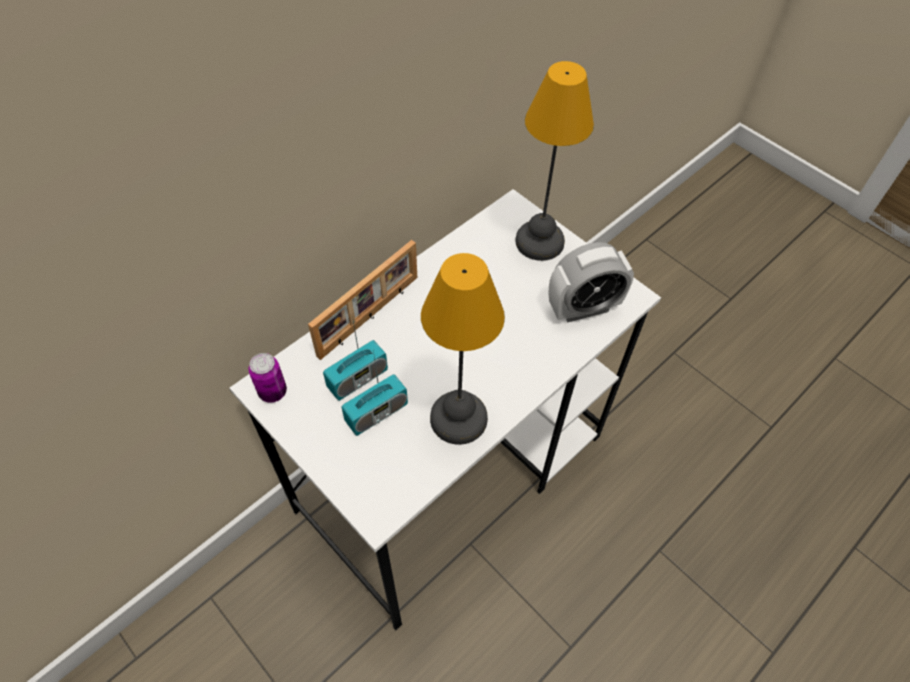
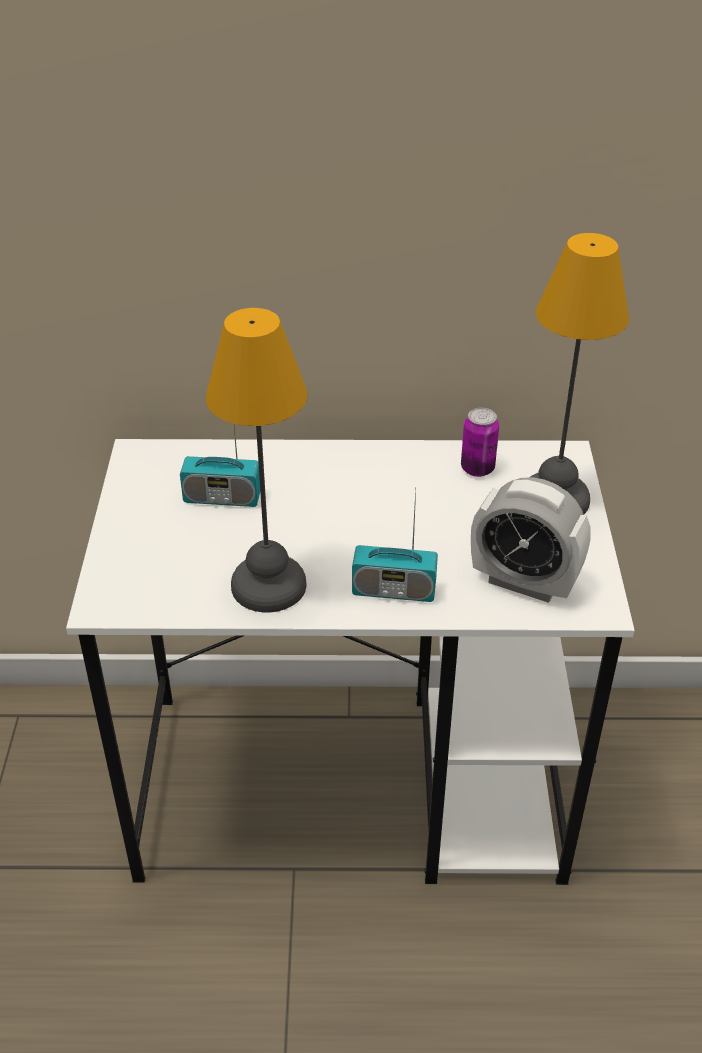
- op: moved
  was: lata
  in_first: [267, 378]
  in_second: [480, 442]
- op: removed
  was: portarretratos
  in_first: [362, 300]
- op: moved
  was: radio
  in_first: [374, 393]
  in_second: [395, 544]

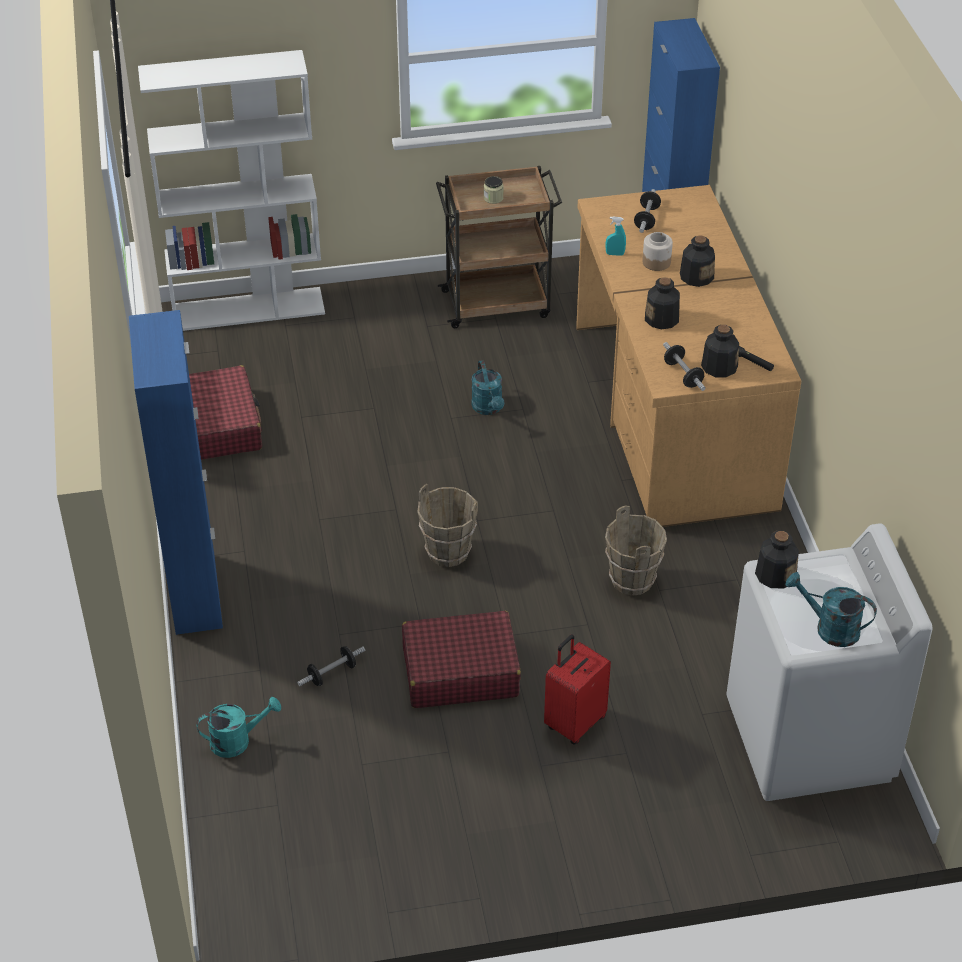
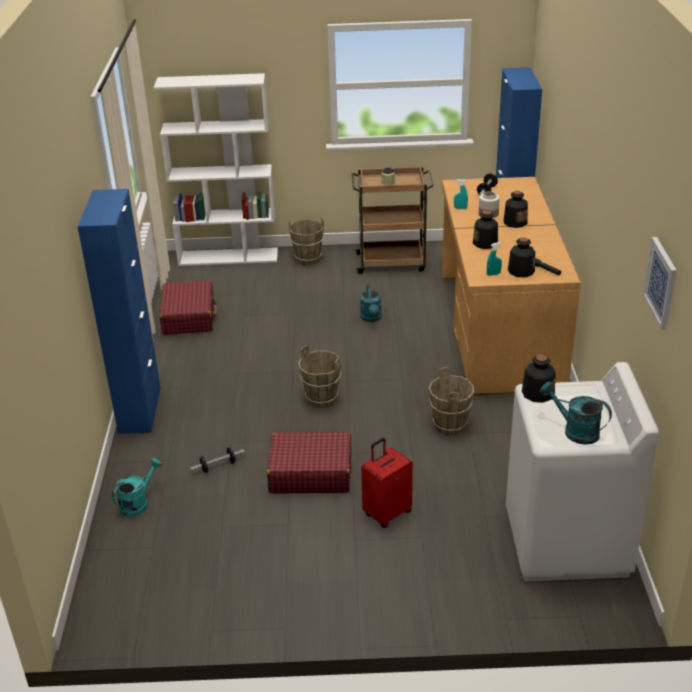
- op: turned
  was: regadera (turquesa)
  in_first: [238, 727]
  in_second: [137, 487]
  clockwise: -45
- op: replaced
  was: mancuerna
  now: pulverizador (turquesa)
  in_first: [684, 366]
  in_second: [494, 259]
- op: added
  now: cubo (marrón)
  in_second: [306, 241]
- op: added
  now: cuadro
  in_second: [660, 283]

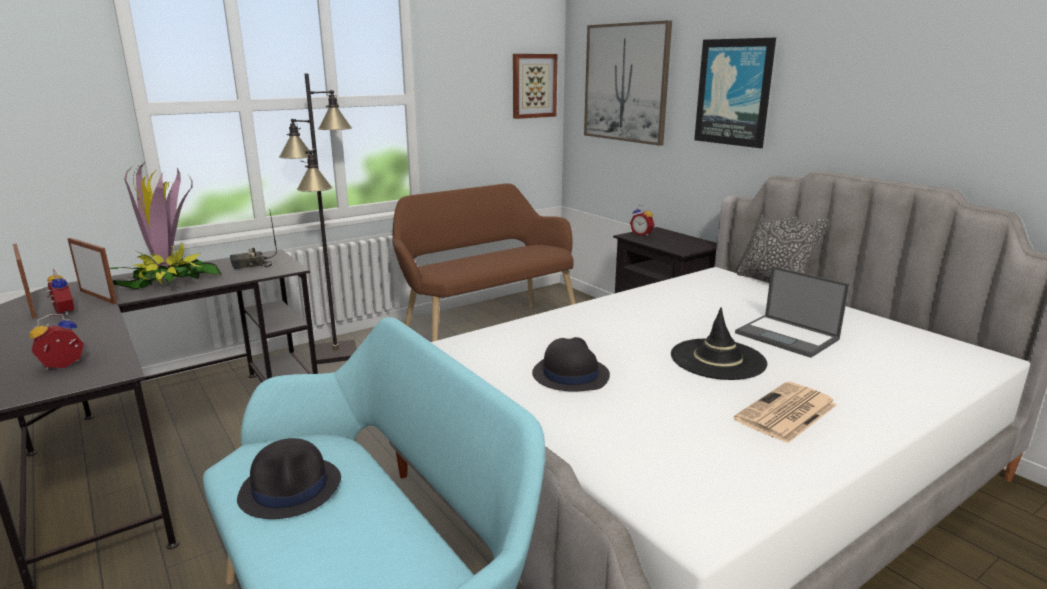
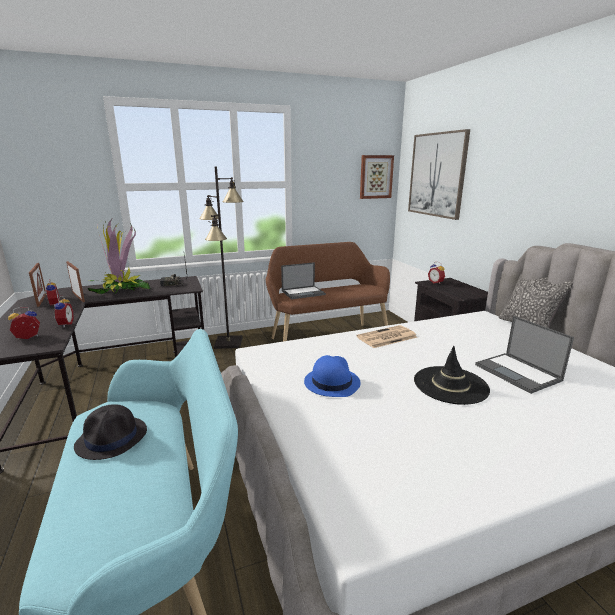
- op: recoloured
  was: sombrero (negro)
  now: sombrero (azul)
  in_first: [571, 364]
  in_second: [332, 376]
- op: removed
  was: cuadro
  in_first: [735, 93]
- op: moved
  was: periódico
  in_first: [785, 413]
  in_second: [387, 336]
- op: added
  now: despertador
  in_second: [63, 312]
- op: added
  now: portátil
  in_second: [303, 280]

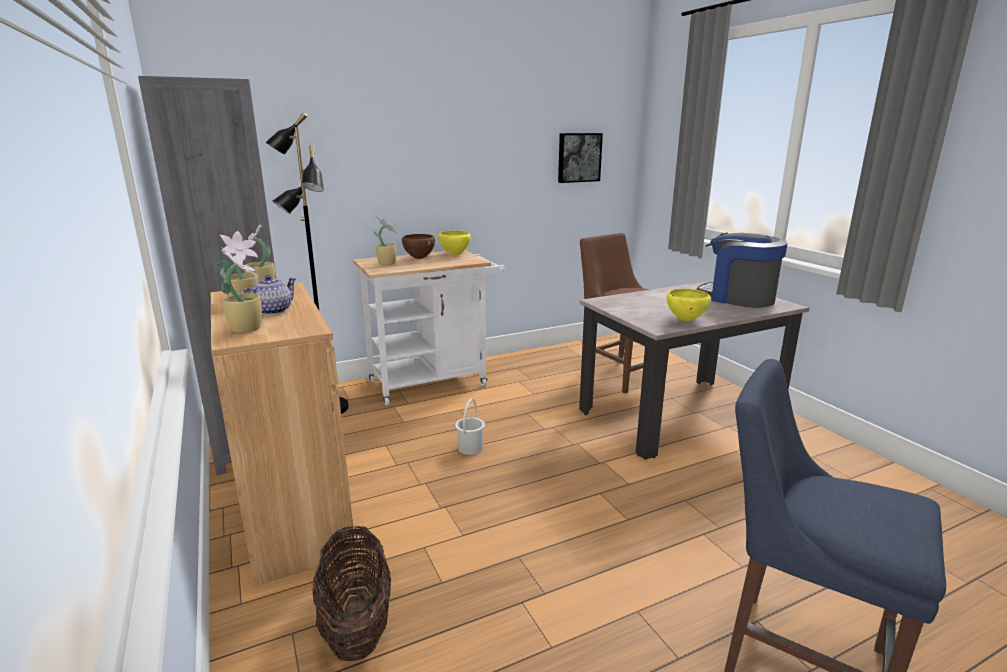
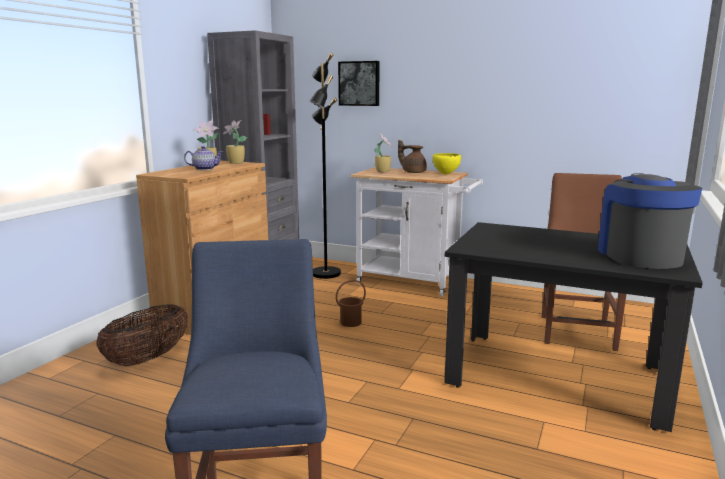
- op: removed
  was: planta en maceta
  in_first: [241, 290]
- op: replaced
  was: cuenco (marrón)
  now: tetera (marrón)
  in_first: [418, 246]
  in_second: [412, 156]
- op: recoloured
  was: cubo (blanco)
  now: cubo (marrón)
  in_first: [470, 426]
  in_second: [351, 303]
- op: moved
  was: cuadro
  in_first: [580, 158]
  in_second: [359, 83]
- op: recoloured
  was: mesa de comedor (beis)
  now: mesa de comedor (negro)
  in_first: [694, 370]
  in_second: [573, 327]
- op: removed
  was: cuenco (amarillo)
  in_first: [689, 305]

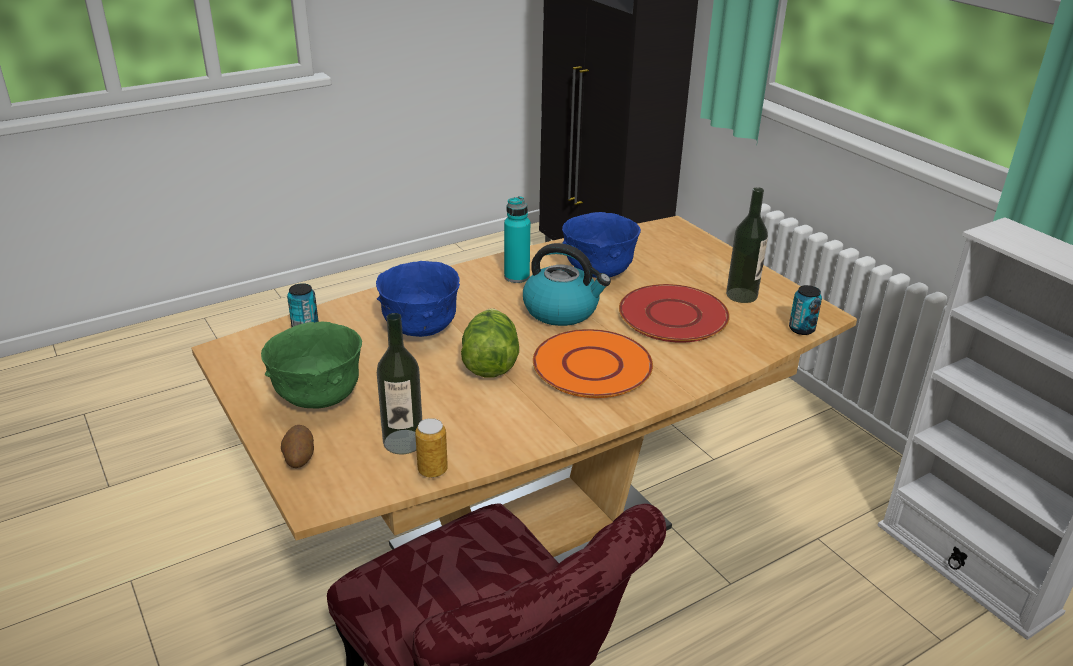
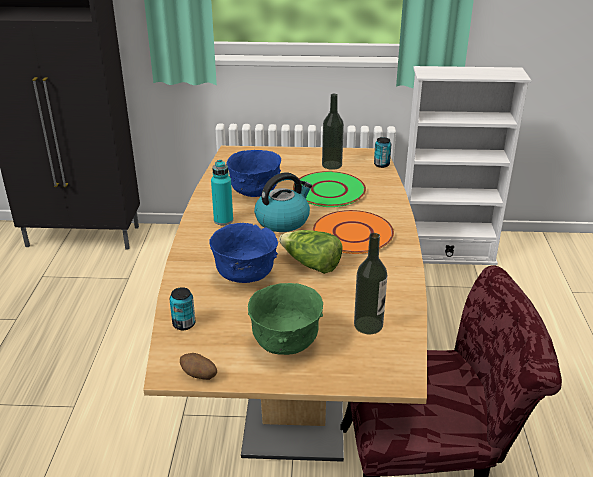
- op: moved
  was: patata
  in_first: [297, 446]
  in_second: [198, 366]
- op: removed
  was: lata
  in_first: [431, 448]
- op: recoloured
  was: plato (rojo)
  now: plato (verde)
  in_first: [674, 313]
  in_second: [329, 189]

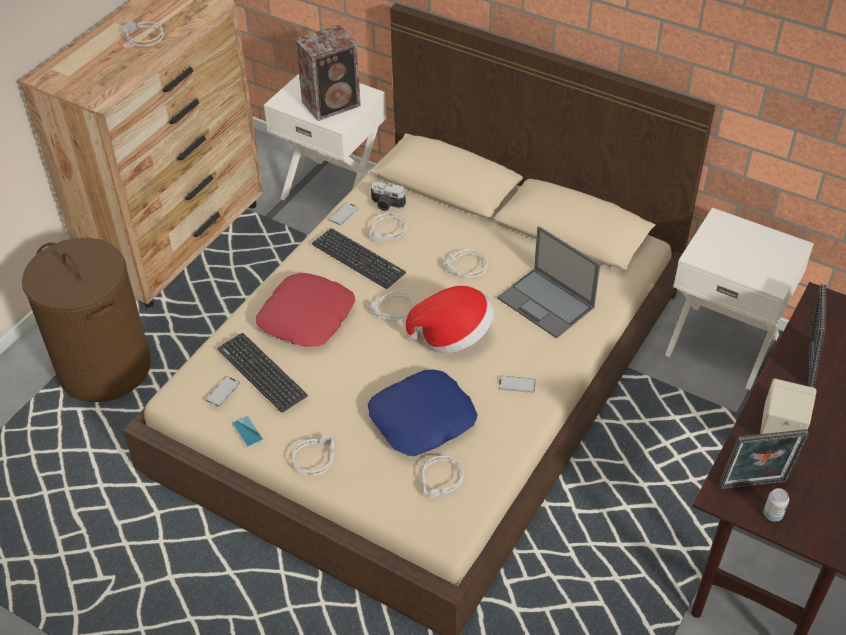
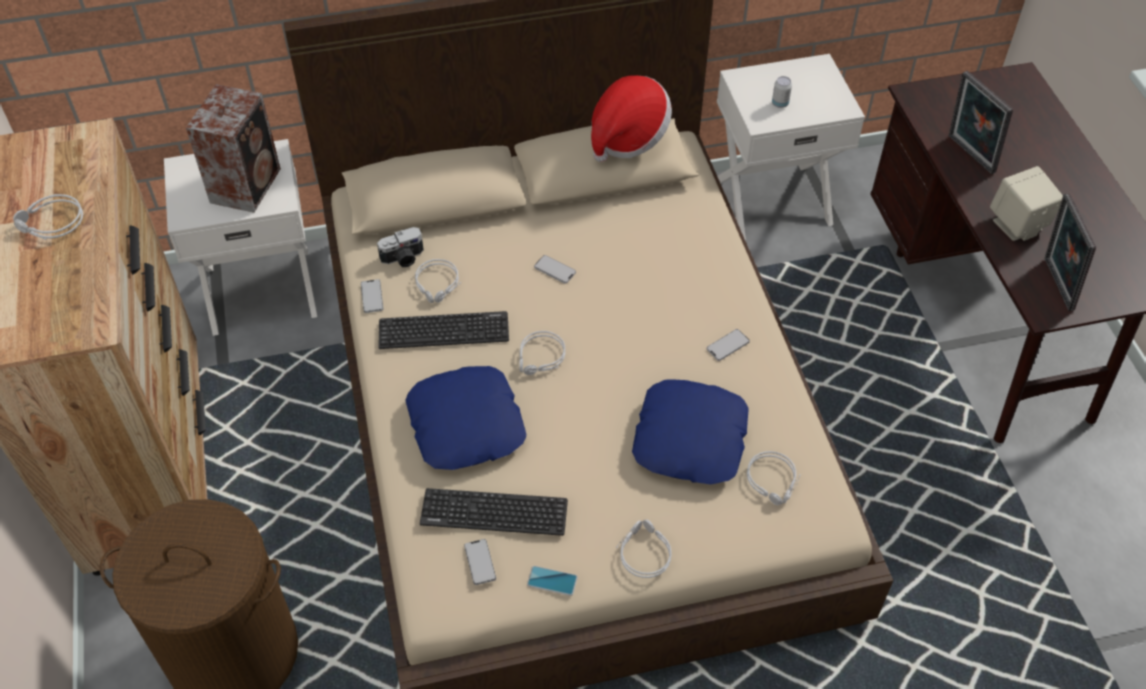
- op: recoloured
  was: cojín (rojo)
  now: cojín (azul)
  in_first: [305, 310]
  in_second: [465, 418]
- op: moved
  was: sombrero
  in_first: [450, 319]
  in_second: [631, 118]
- op: replaced
  was: auriculares (gris)
  now: móvil
  in_first: [466, 263]
  in_second: [555, 269]
- op: removed
  was: portátil
  in_first: [548, 282]
- op: turned
  was: portarretratos
  in_first: [764, 459]
  in_second: [1070, 252]
  clockwise: 135
- op: moved
  was: lata
  in_first: [776, 504]
  in_second: [782, 92]

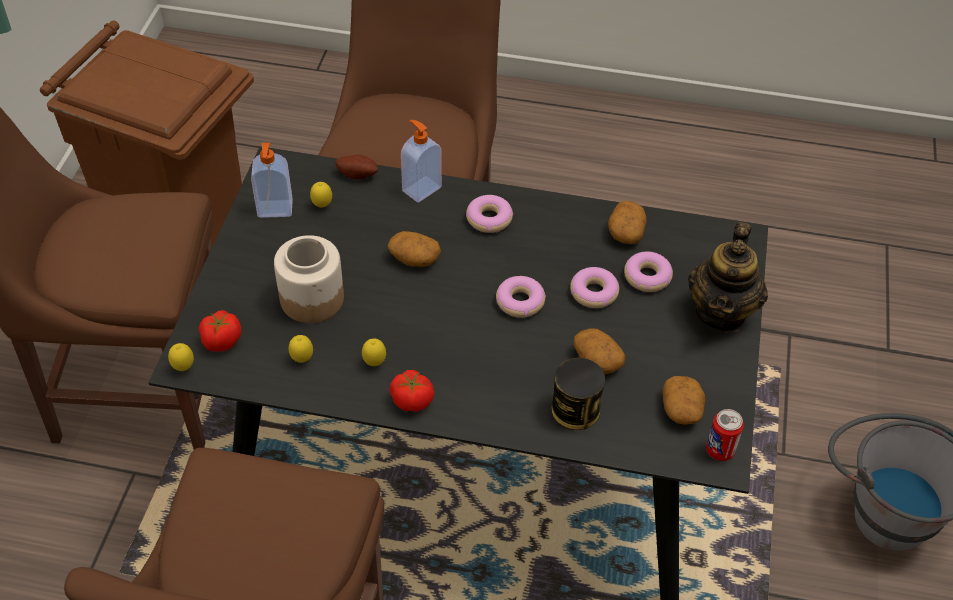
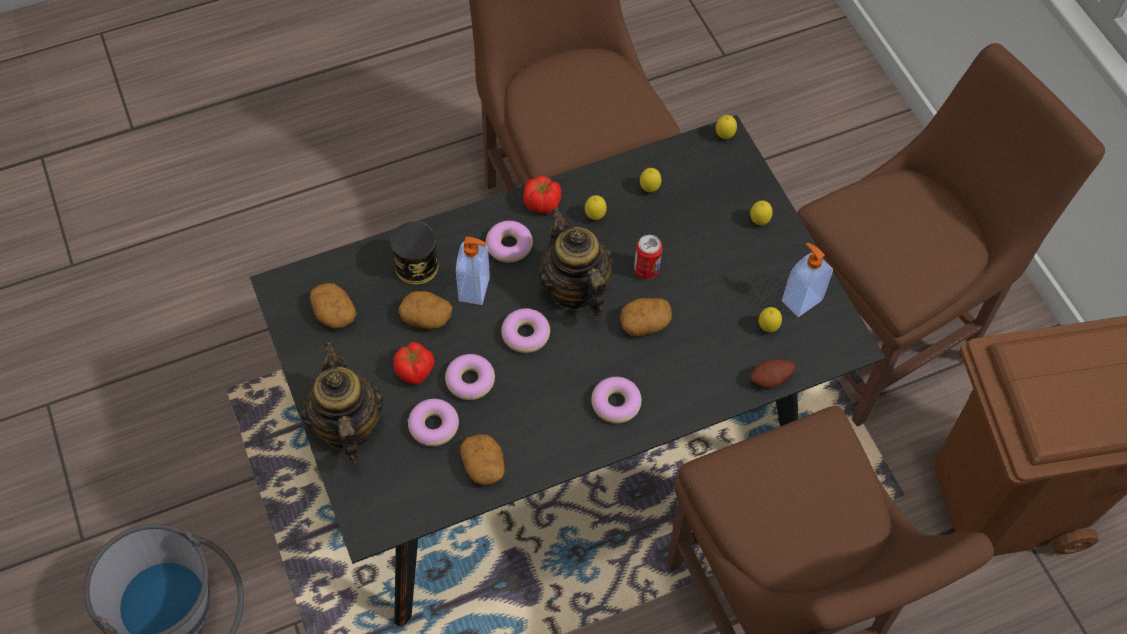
- op: moved
  was: tomate
  in_first: [219, 331]
  in_second: [414, 363]
- op: removed
  was: tarro
  in_first: [309, 279]
- op: moved
  was: dispensador de jabón
  in_first: [421, 161]
  in_second: [473, 271]
- op: moved
  was: lata
  in_first: [725, 435]
  in_second: [648, 257]
- op: added
  now: rosquilla
  in_second: [509, 242]
- op: added
  now: tetera
  in_second: [575, 262]
- op: added
  now: limón
  in_second: [761, 213]

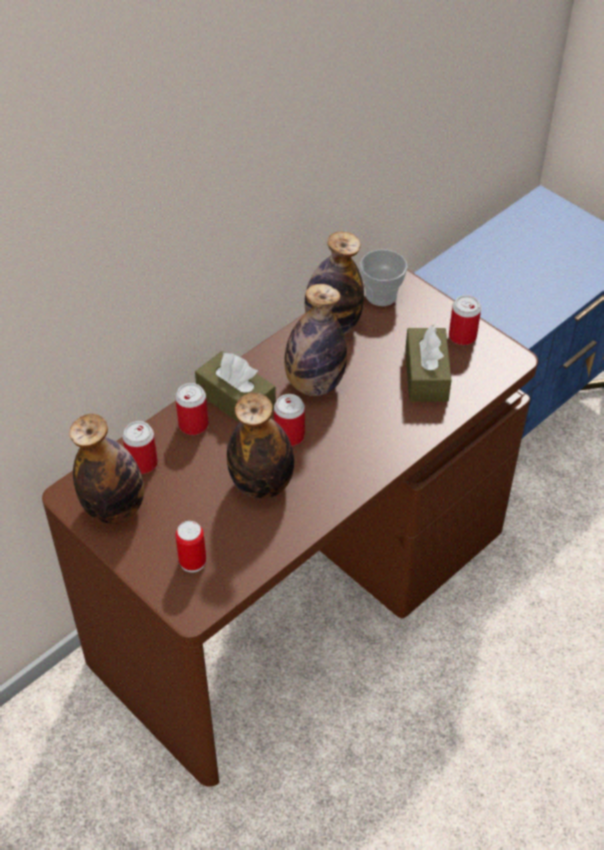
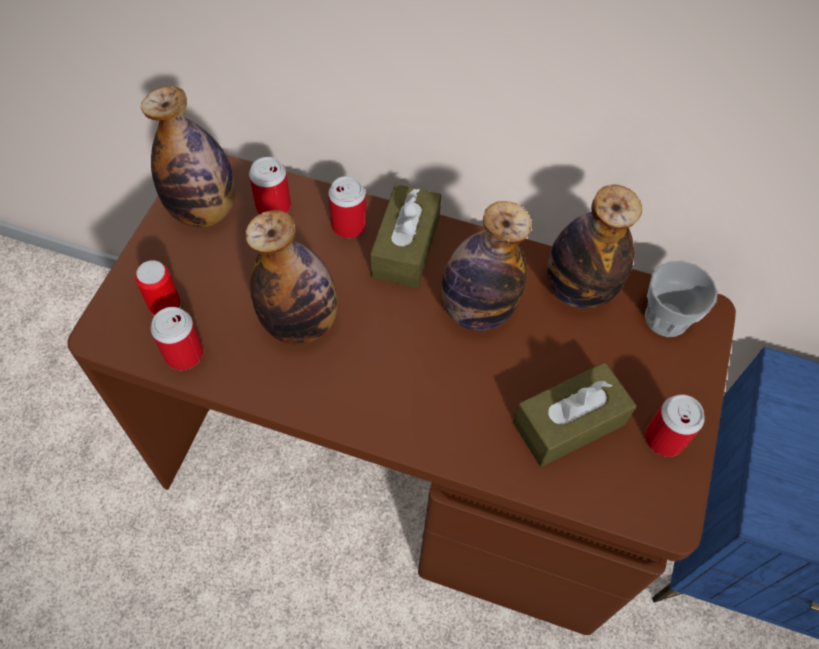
- op: moved
  was: lata
  in_first: [289, 420]
  in_second: [177, 338]

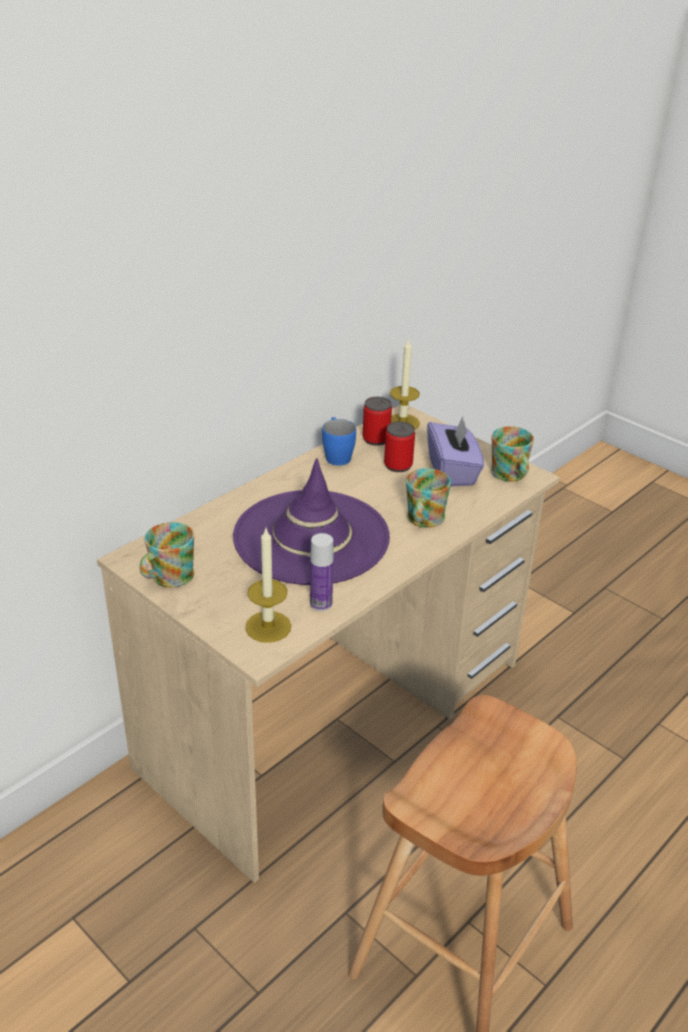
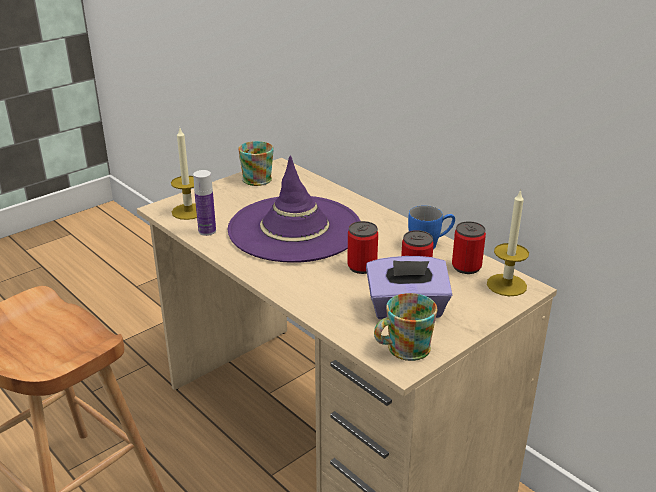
- op: removed
  was: taza grande
  in_first: [428, 498]
- op: added
  now: lata
  in_second: [362, 247]

